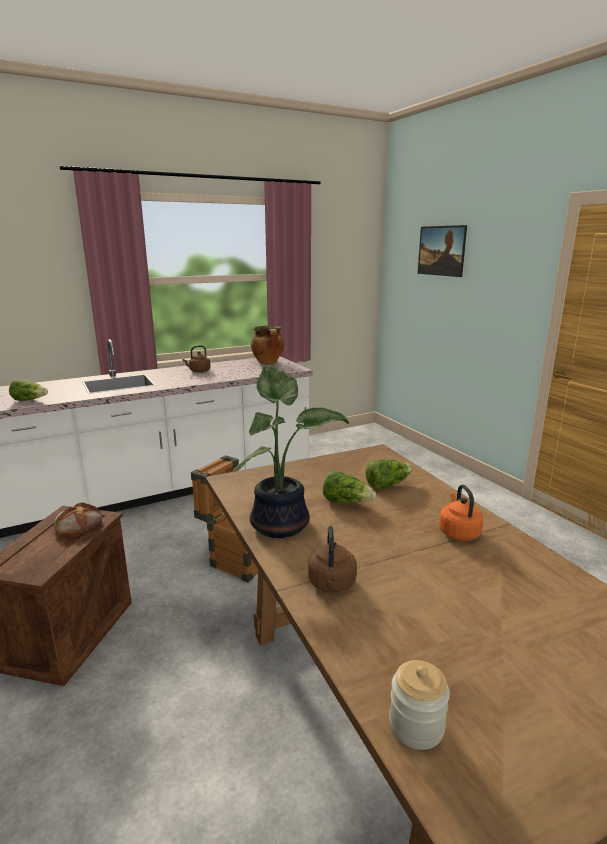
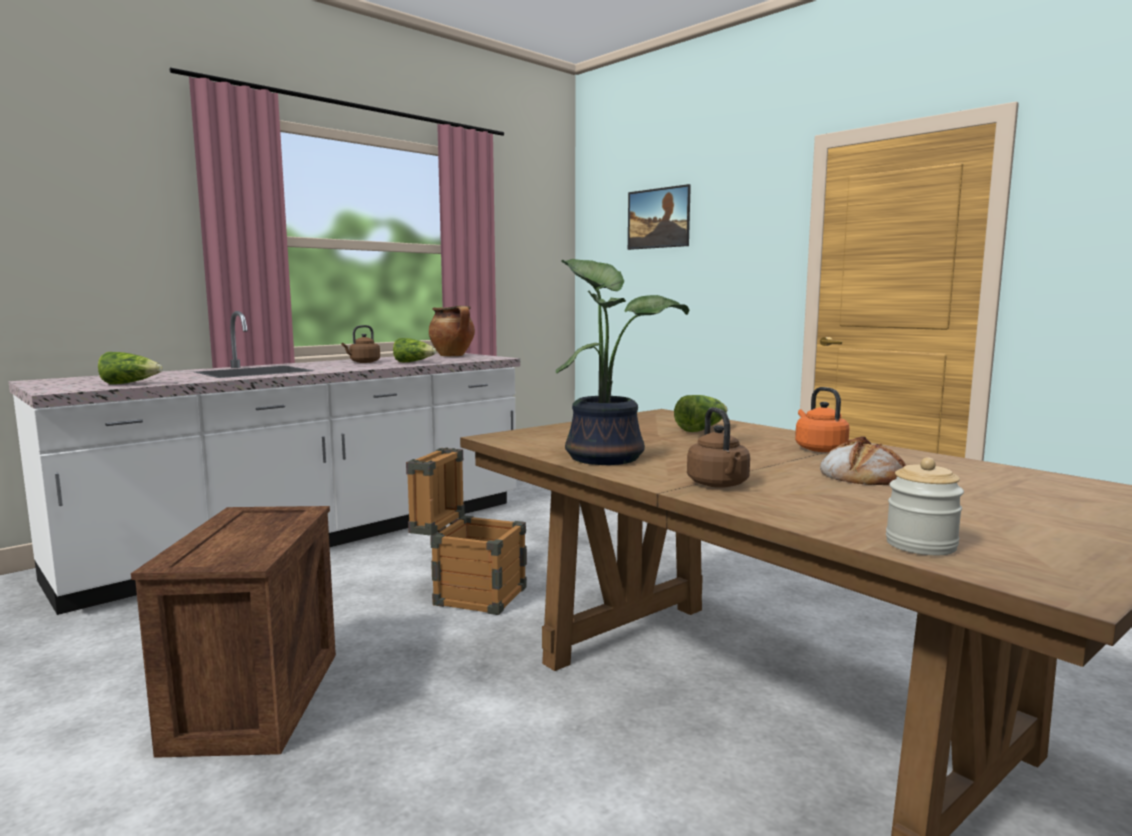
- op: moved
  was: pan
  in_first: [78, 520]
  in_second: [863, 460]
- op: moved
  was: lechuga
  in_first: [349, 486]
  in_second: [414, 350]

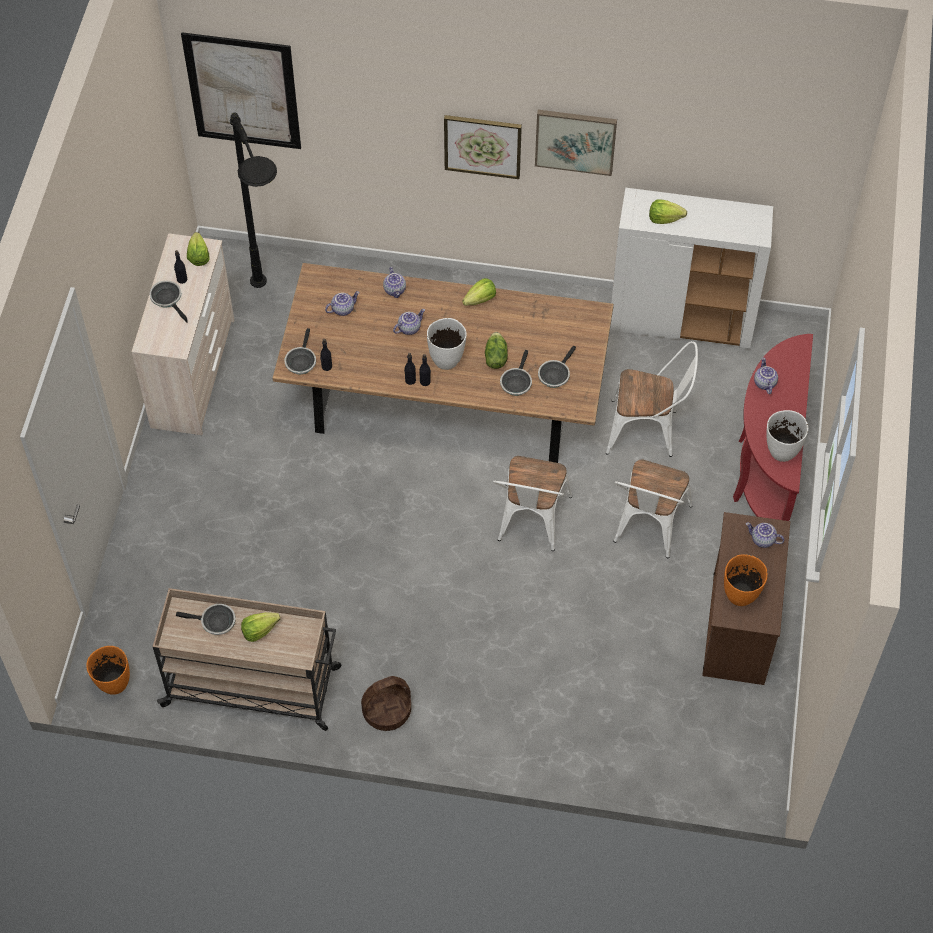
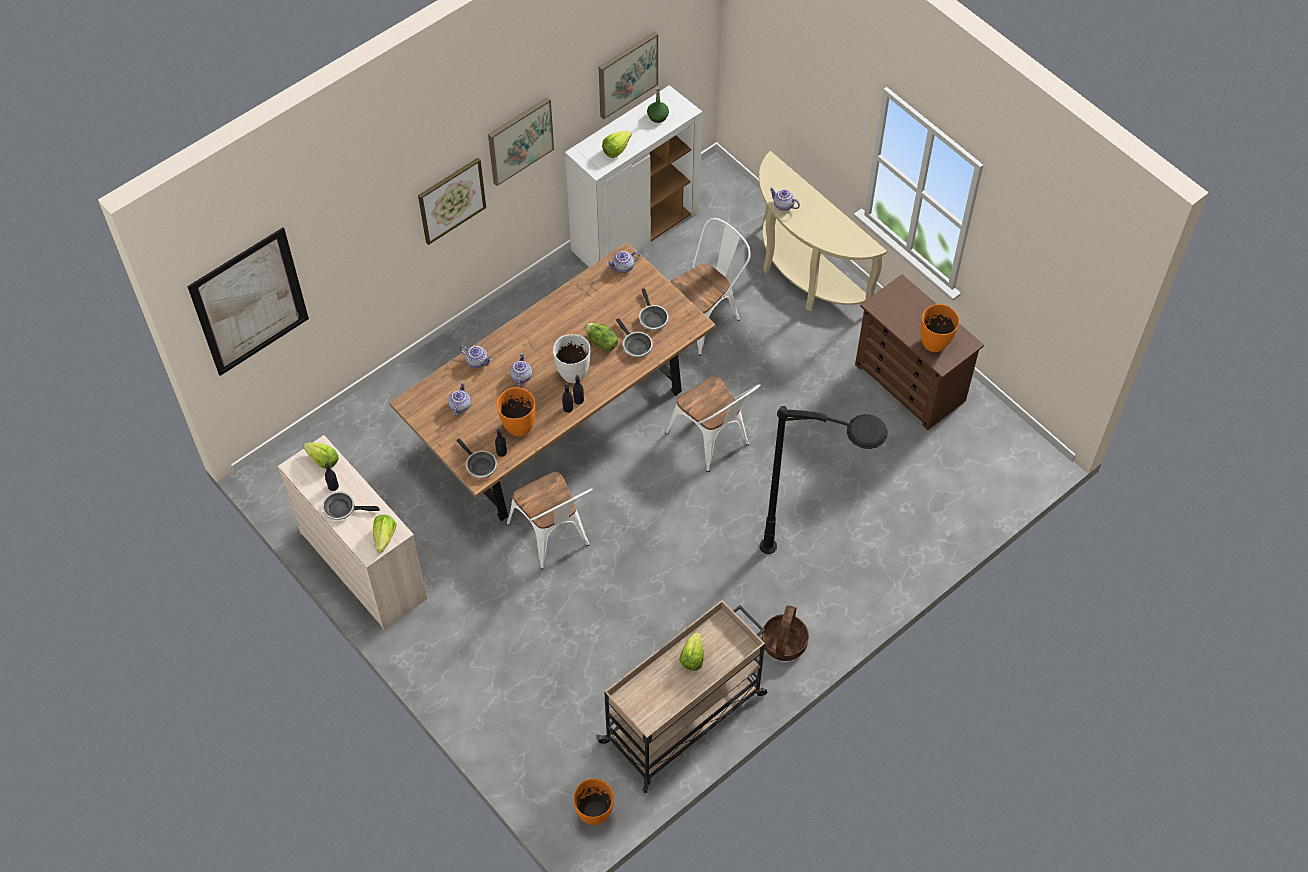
- op: removed
  was: sartén
  in_first: [206, 619]
- op: moved
  was: lámpara de pie (negro)
  in_first: [253, 200]
  in_second: [824, 480]
- op: moved
  was: lechuga
  in_first: [479, 292]
  in_second: [385, 534]
- op: moved
  was: silla (blanco)
  in_first: [653, 508]
  in_second: [550, 520]
- op: recoloured
  was: mesa consola (rojo)
  now: mesa consola (beis)
  in_first: [773, 427]
  in_second: [823, 231]
- op: moved
  was: tetera
  in_first: [765, 535]
  in_second: [623, 262]
- op: removed
  was: florero (blanco)
  in_first: [787, 436]
- op: added
  now: florero (naranja)
  in_second: [515, 412]
- op: added
  now: cuadro
  in_second: [628, 75]
- op: added
  now: botella (verde)
  in_second: [658, 105]

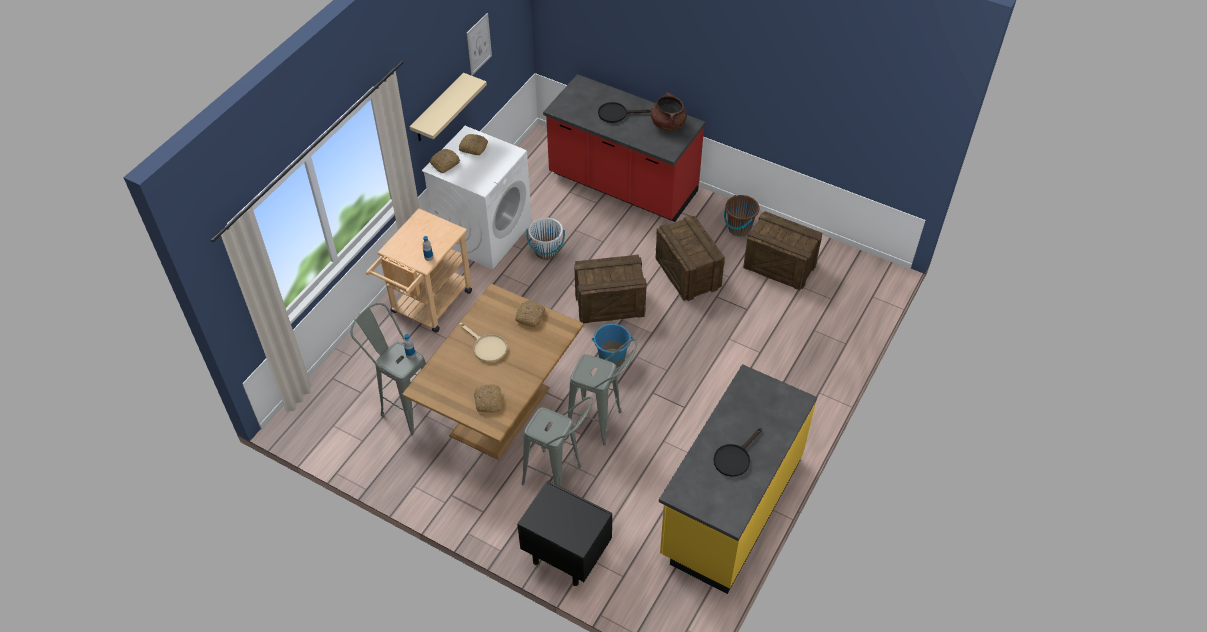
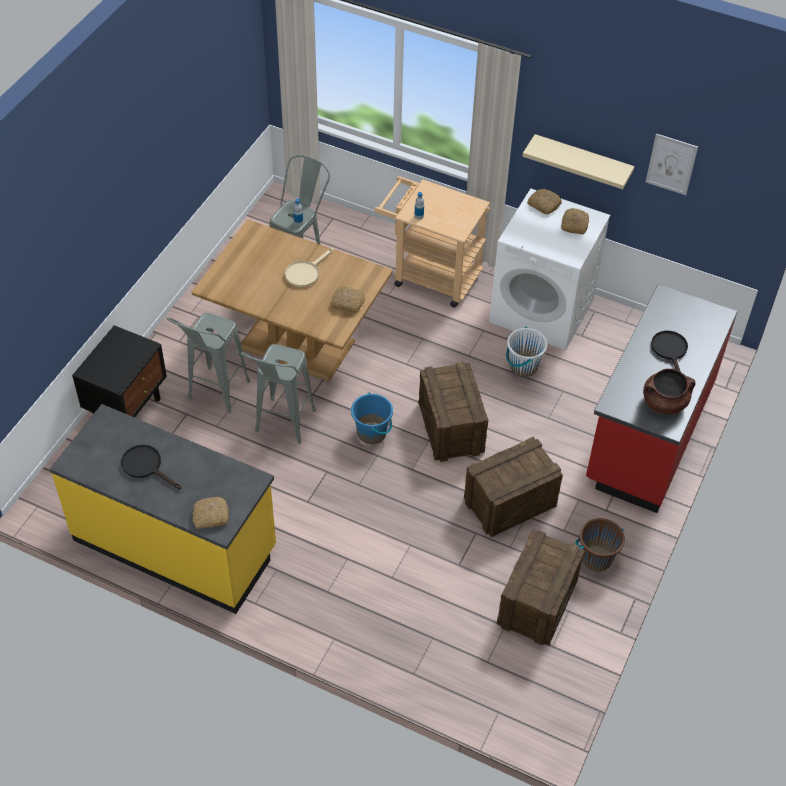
- op: moved
  was: pan
  in_first: [488, 398]
  in_second: [210, 512]

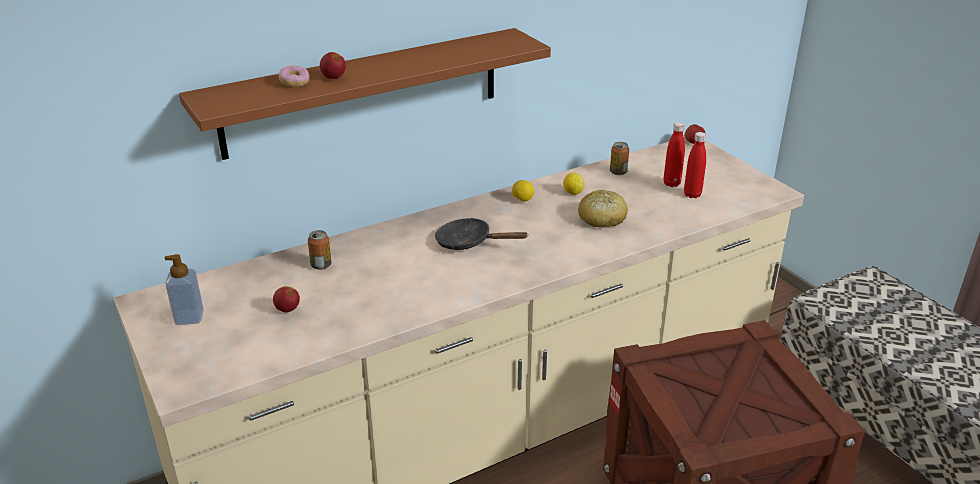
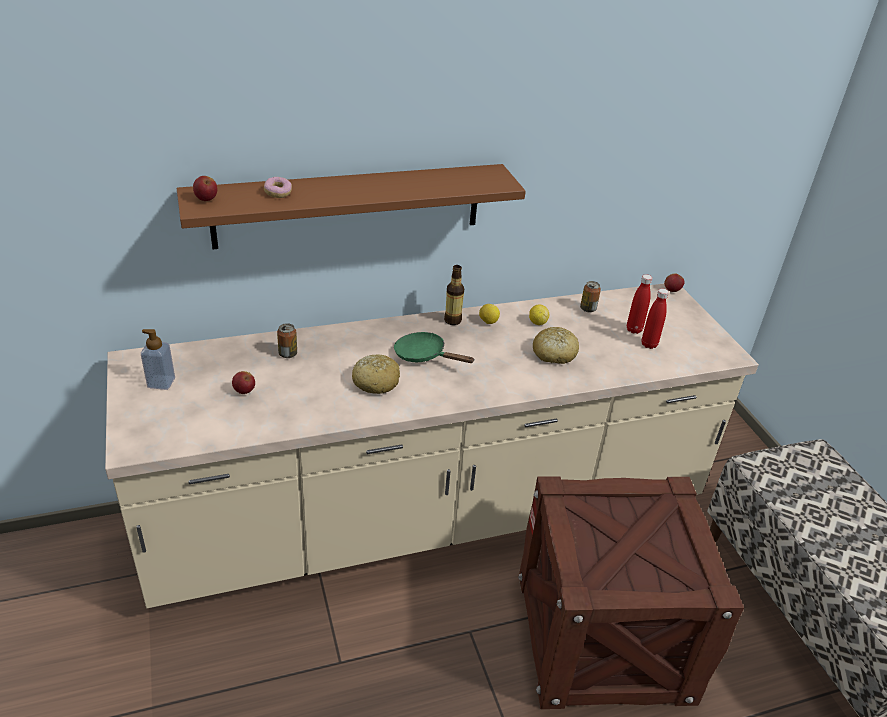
- op: moved
  was: manzana
  in_first: [333, 65]
  in_second: [205, 188]
- op: recoloured
  was: sartén (negro)
  now: sartén (verde)
  in_first: [482, 234]
  in_second: [434, 347]
- op: added
  now: pan
  in_second: [376, 374]
- op: added
  now: botella
  in_second: [454, 295]

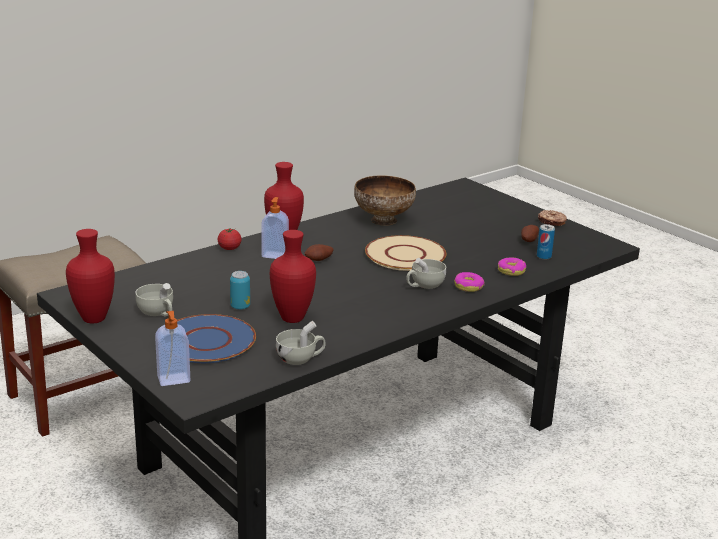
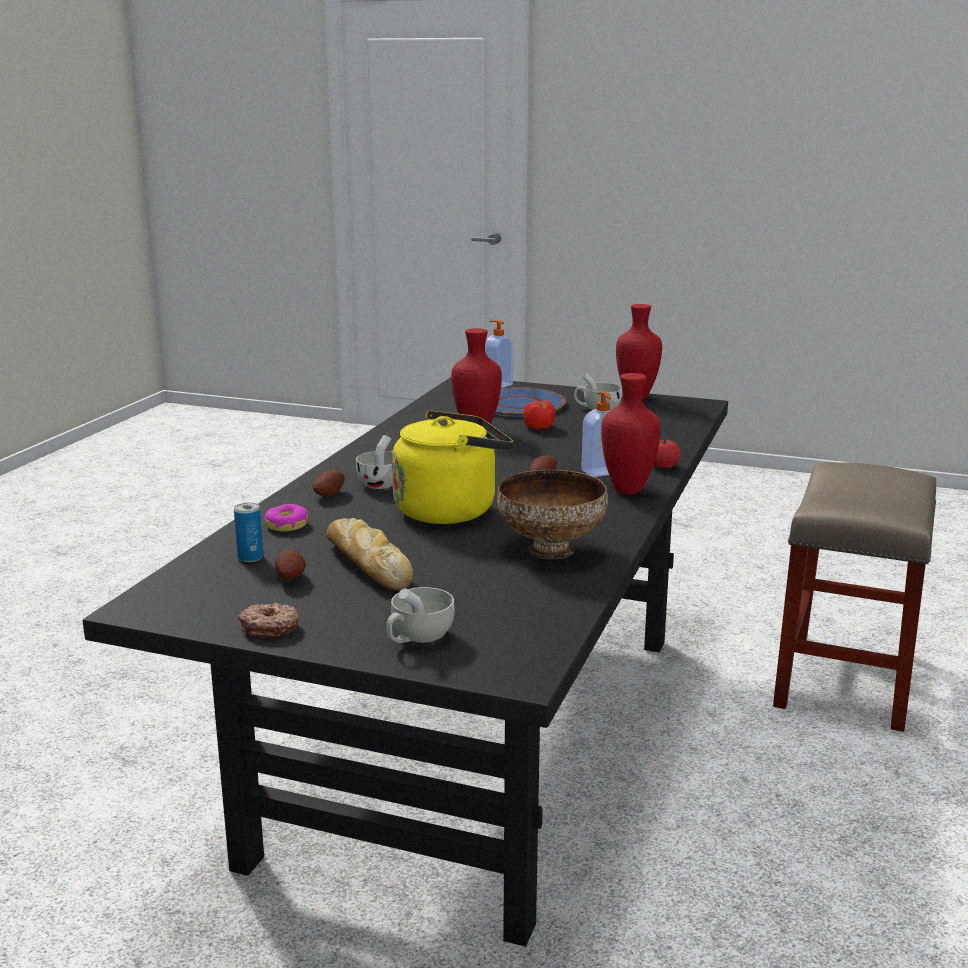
- op: replaced
  was: lata
  now: tomate
  in_first: [240, 290]
  in_second: [539, 415]
- op: moved
  was: taza (blanco)
  in_first: [301, 343]
  in_second: [420, 615]
- op: replaced
  was: plato (beis)
  now: hervidor (amarillo)
  in_first: [405, 253]
  in_second: [452, 467]
- op: replaced
  was: rosquilla
  now: patata
  in_first: [469, 282]
  in_second: [328, 483]
- op: added
  now: pan
  in_second: [369, 554]

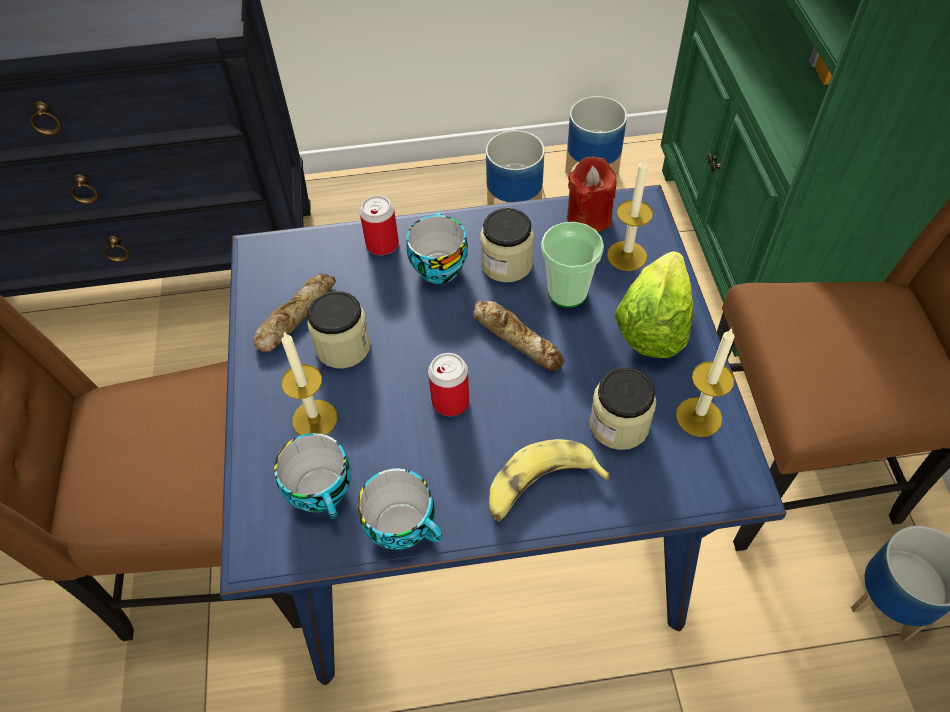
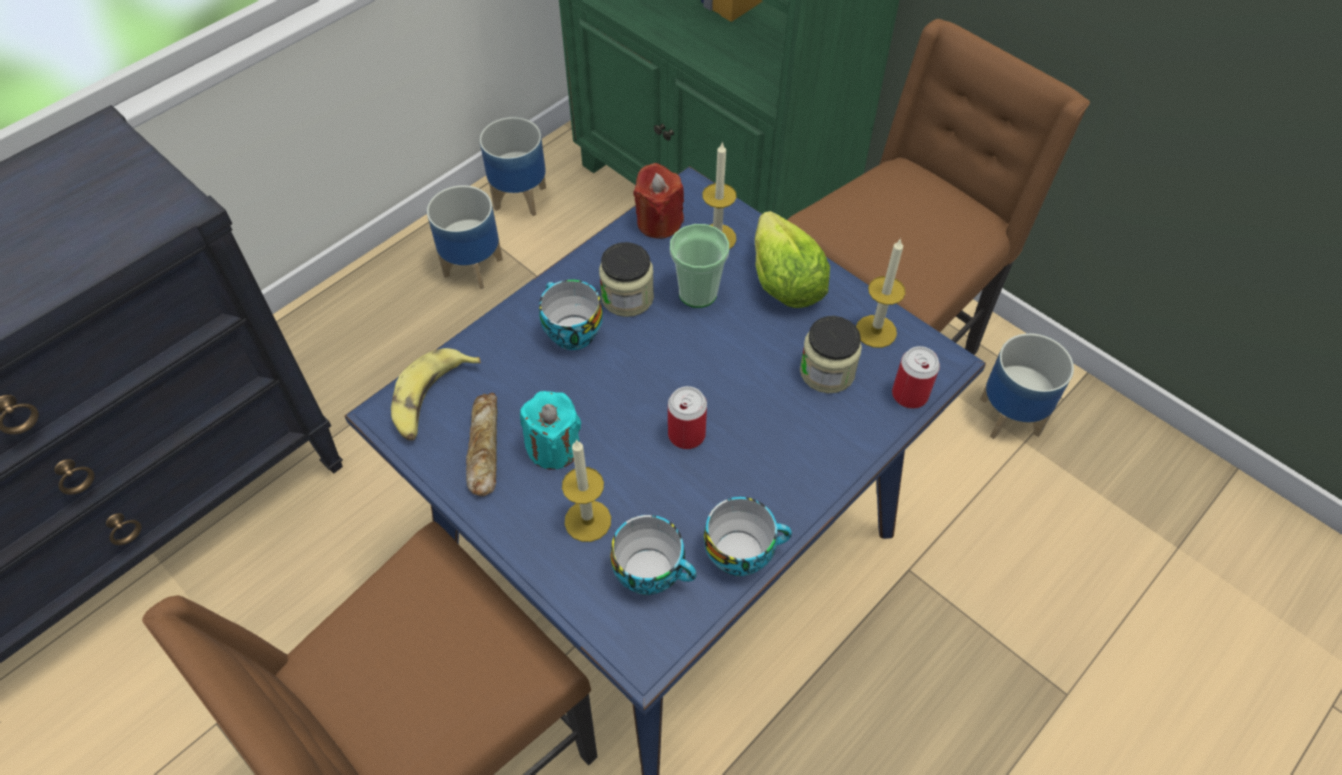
- op: replaced
  was: tarro
  now: vela (turquesa)
  in_first: [339, 329]
  in_second: [550, 430]
- op: moved
  was: lata
  in_first: [379, 225]
  in_second: [916, 377]
- op: removed
  was: pan
  in_first: [519, 336]
- op: moved
  was: plátano
  in_first: [549, 480]
  in_second: [436, 394]

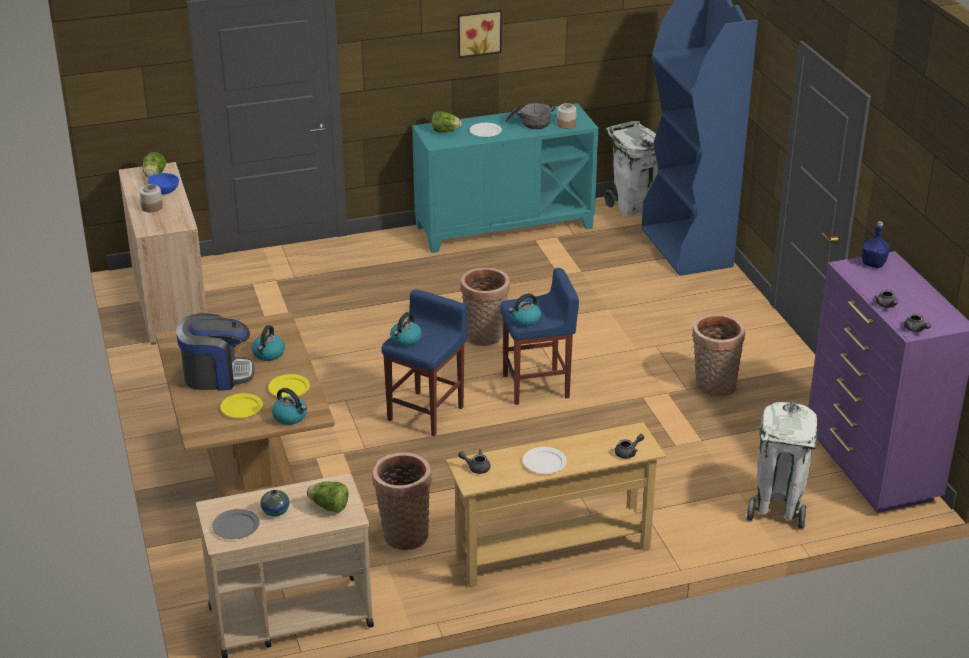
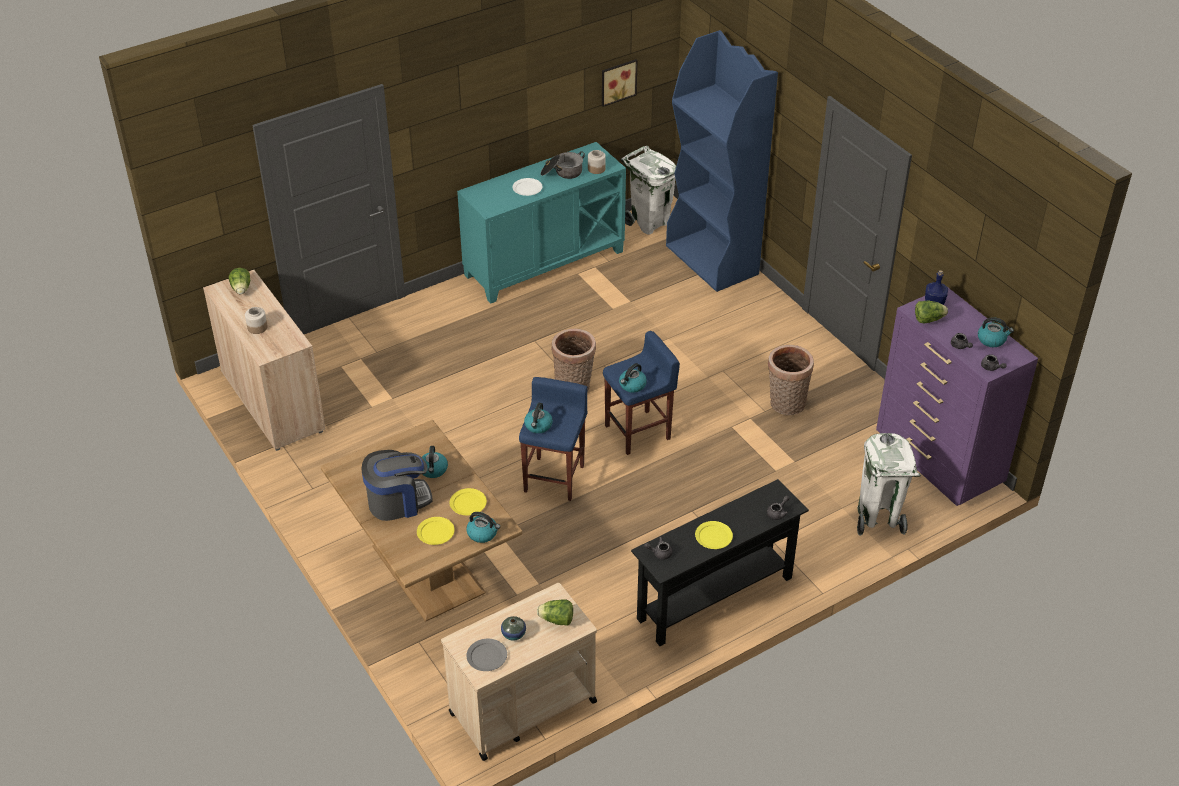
- op: removed
  was: cuenco (azul)
  in_first: [163, 184]
- op: removed
  was: cesta
  in_first: [402, 501]
- op: moved
  was: lechuga
  in_first: [446, 122]
  in_second: [931, 312]
- op: recoloured
  was: mesa consola (beis)
  now: mesa consola (negro)
  in_first: [556, 504]
  in_second: [720, 562]
- op: moved
  was: cuadro
  in_first: [480, 34]
  in_second: [619, 83]
- op: recoloured
  was: plato (blanco)
  now: plato (amarillo)
  in_first: [545, 460]
  in_second: [714, 535]
- op: added
  now: hervidor
  in_second: [996, 332]

